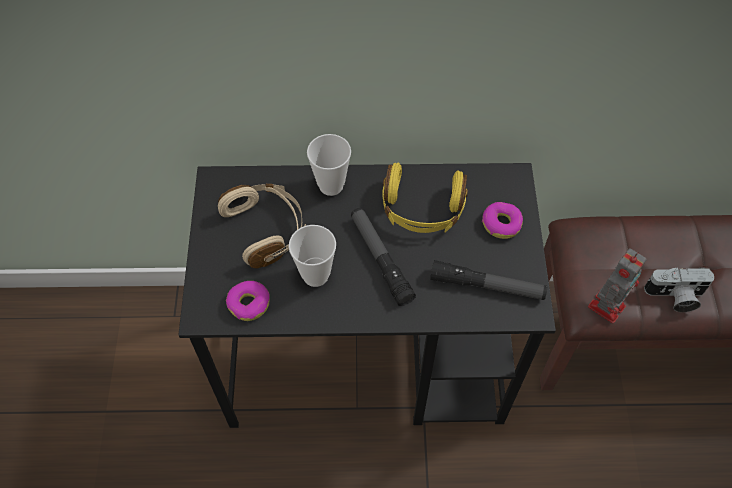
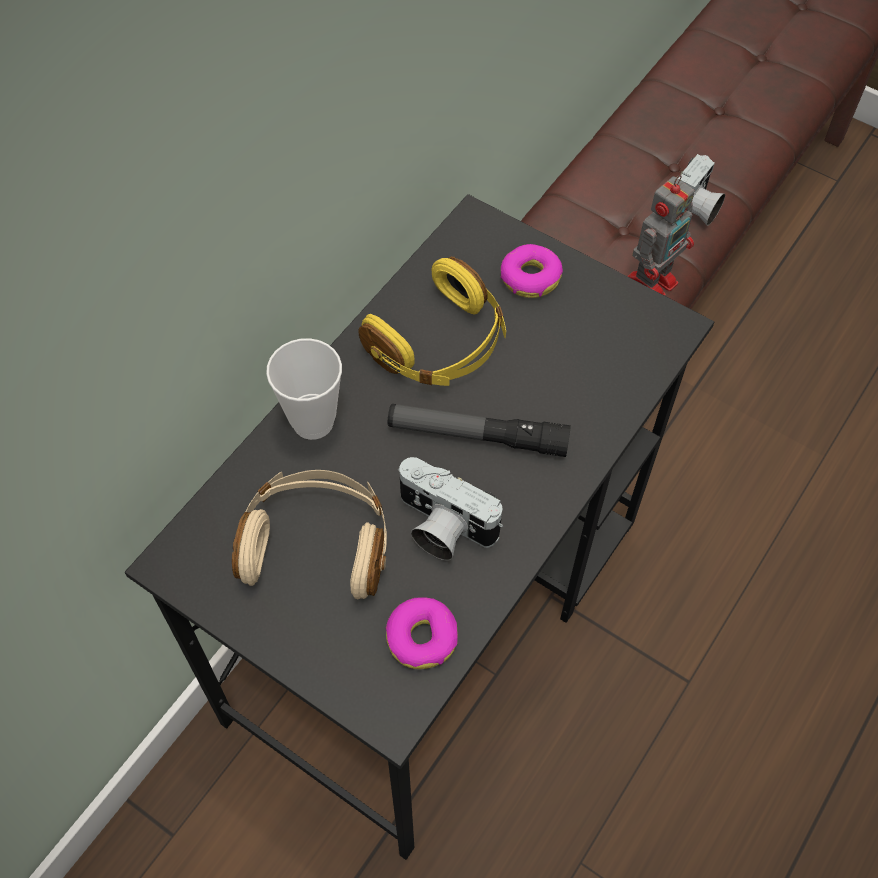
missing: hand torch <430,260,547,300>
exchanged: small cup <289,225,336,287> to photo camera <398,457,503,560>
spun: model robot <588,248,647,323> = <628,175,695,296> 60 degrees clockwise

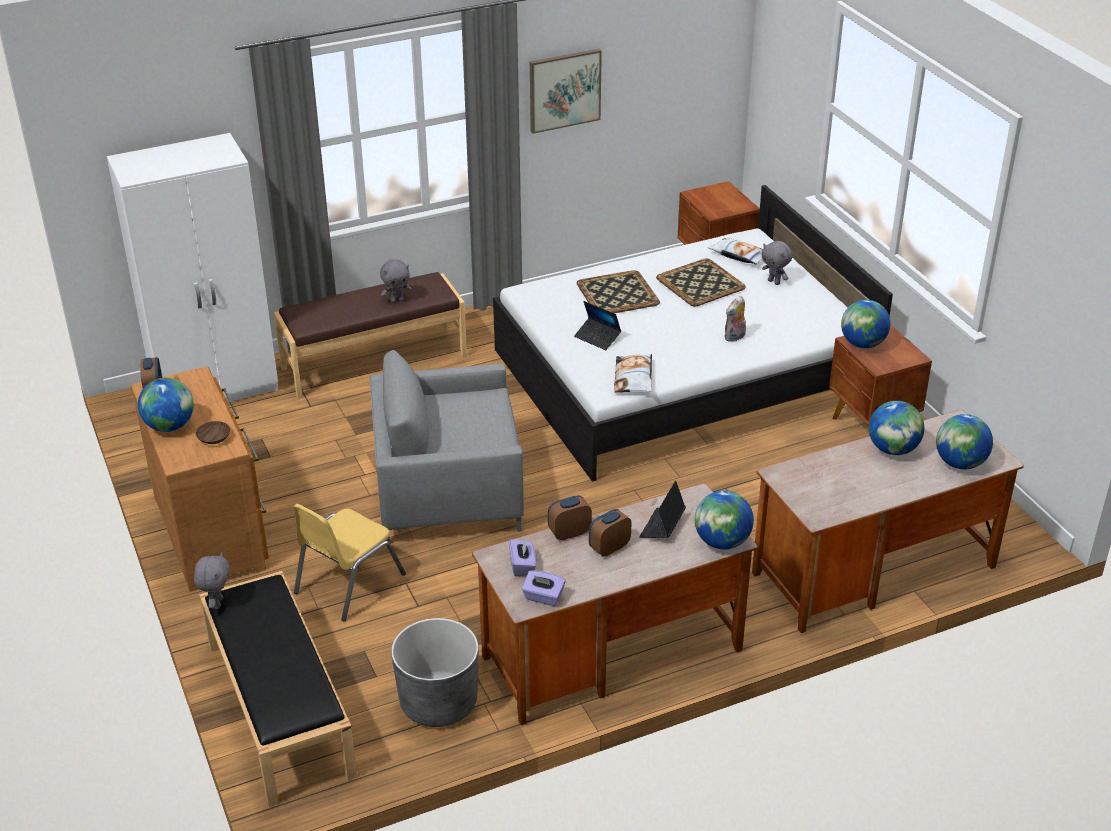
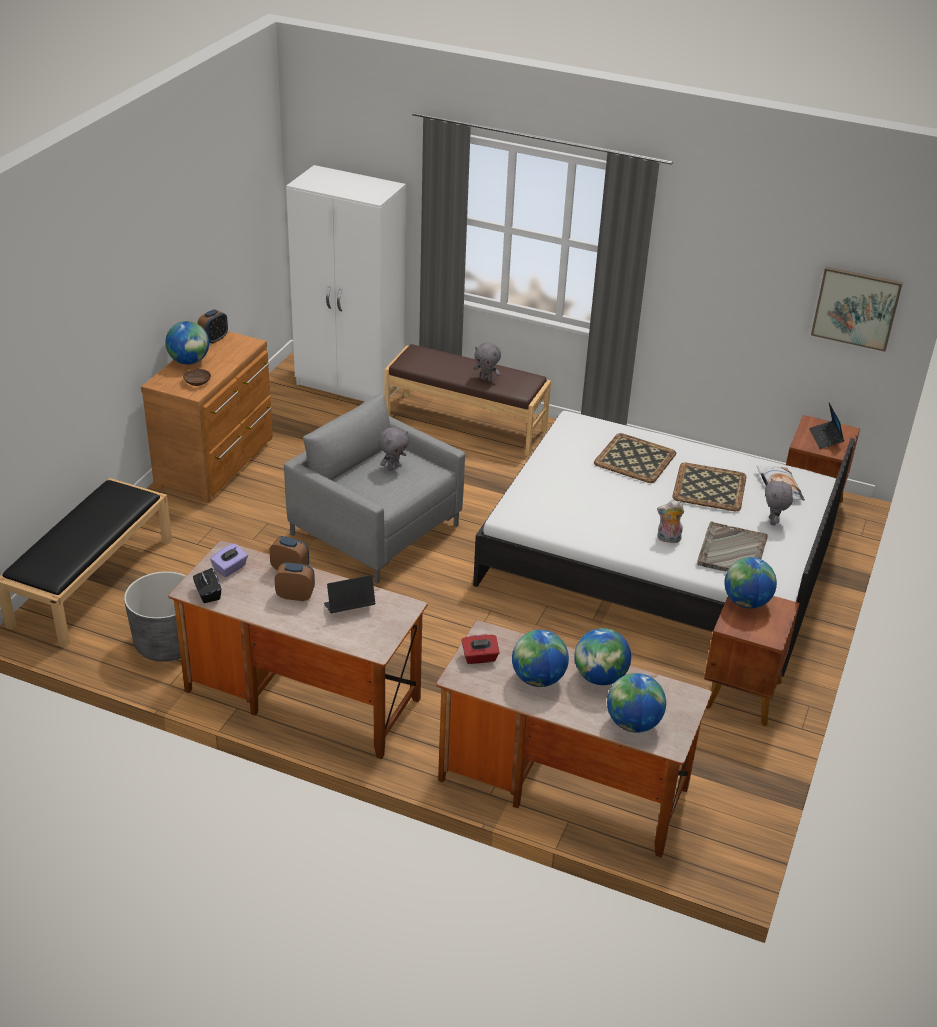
missing: upright chair (yellow-coloured) <294,504,406,621>; throw pillow <614,354,652,392>
appeared: tissue holder (red) <461,634,500,664>; carrying tray (gray) <697,522,768,572>
relocated: soft toy (gray) <194,552,230,609> to <378,427,409,471>; world globe <695,490,754,550> to <512,630,569,687>; laptop <574,301,621,350> to <809,403,844,449>; picture <530,49,602,134> to <811,267,903,352>
colour: tissue holder (purplish) <522,570,566,606> to tissue holder (black) <193,568,221,603>

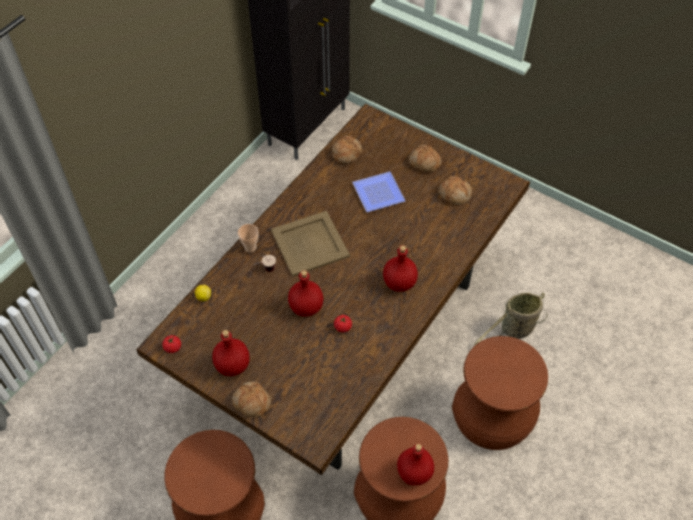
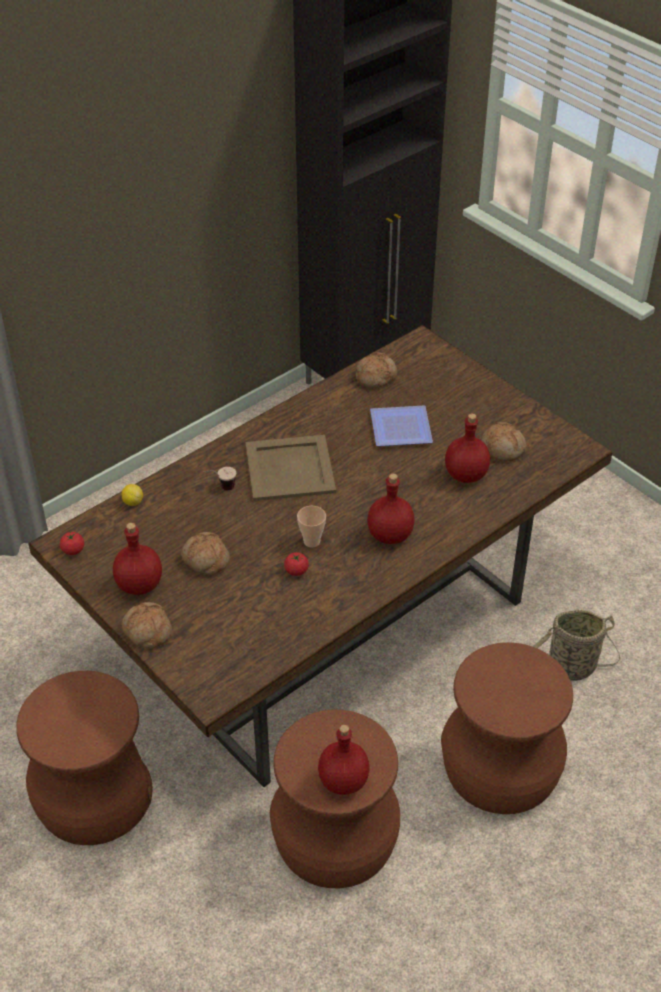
relocated: bread <409,145,442,172> to <181,532,230,575>; small cup <238,224,259,252> to <297,506,326,548>; beverage bottle (red) <288,270,323,317> to <445,413,490,483>

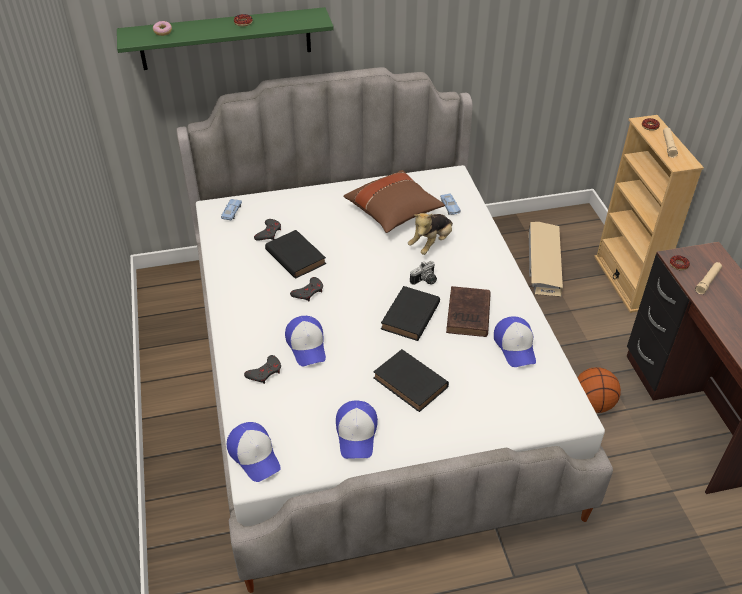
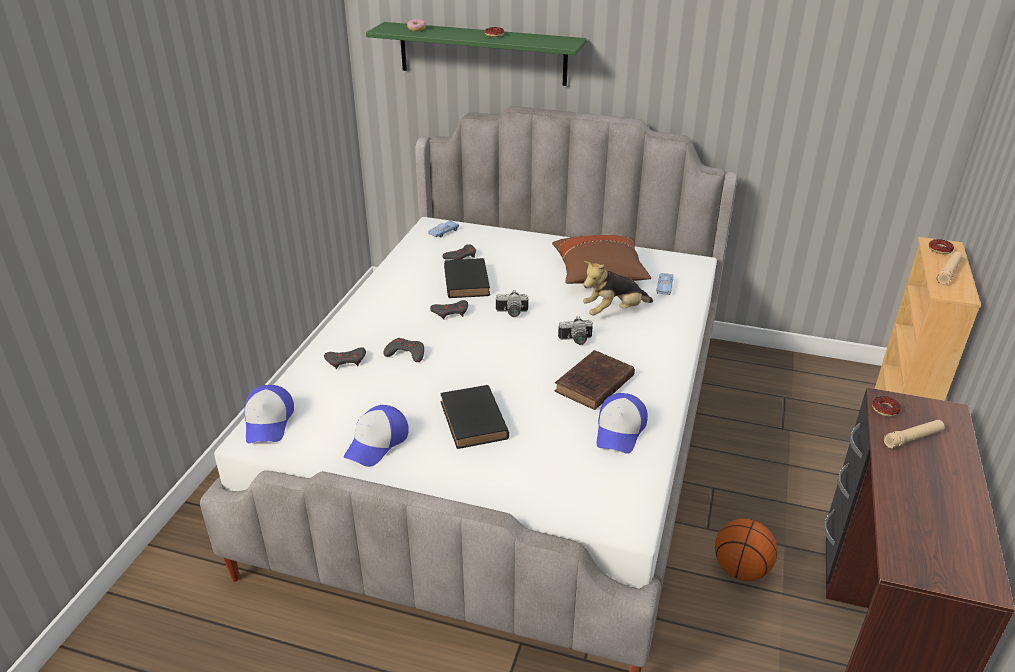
missing: bound book (black) <381,286,440,341>; storage container (beige-coloured) <528,222,563,297>
appeared: photo camera <496,290,528,317>
exchanged: peaked cap <285,316,326,366> to game controller (gray) <383,338,424,362>

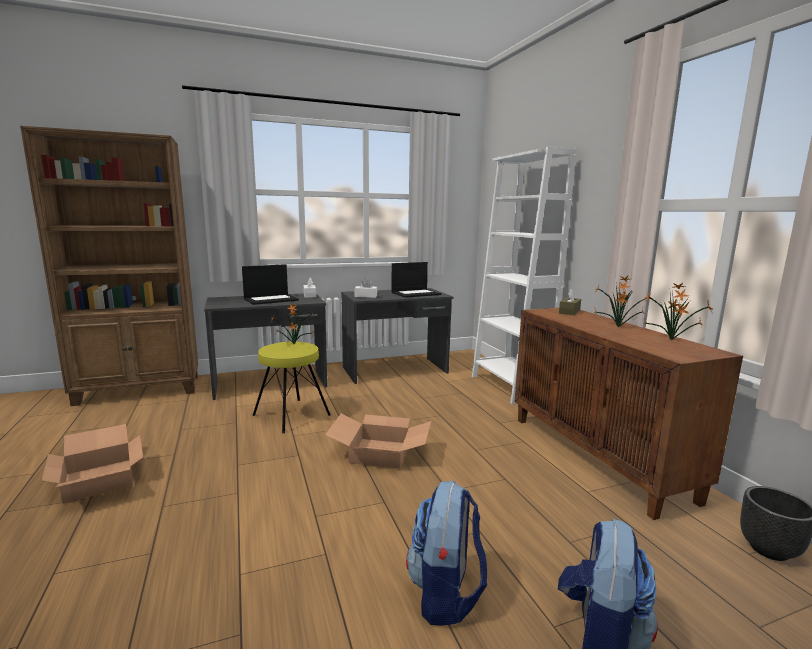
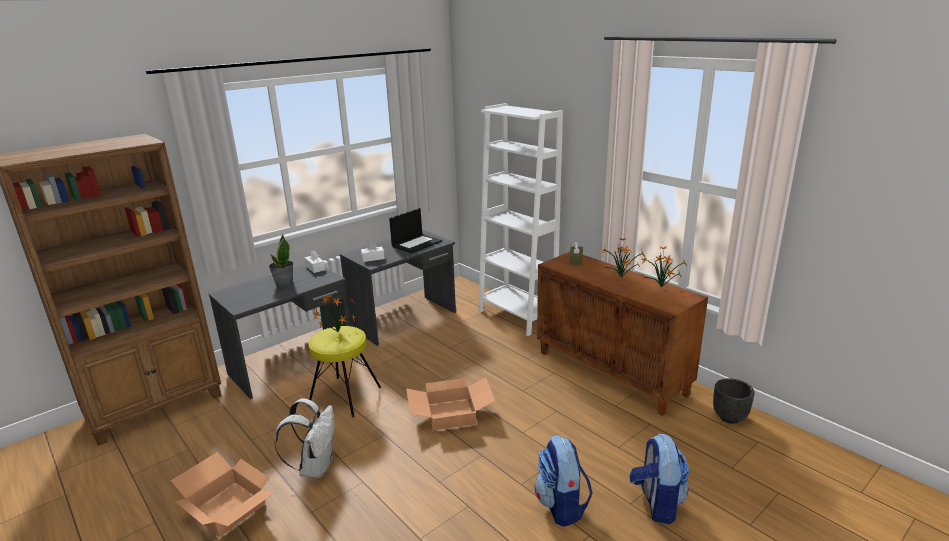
appeared: rucksack (white) <275,398,335,478>
exchanged: laptop <242,264,299,305> to houseplant <269,234,293,288>

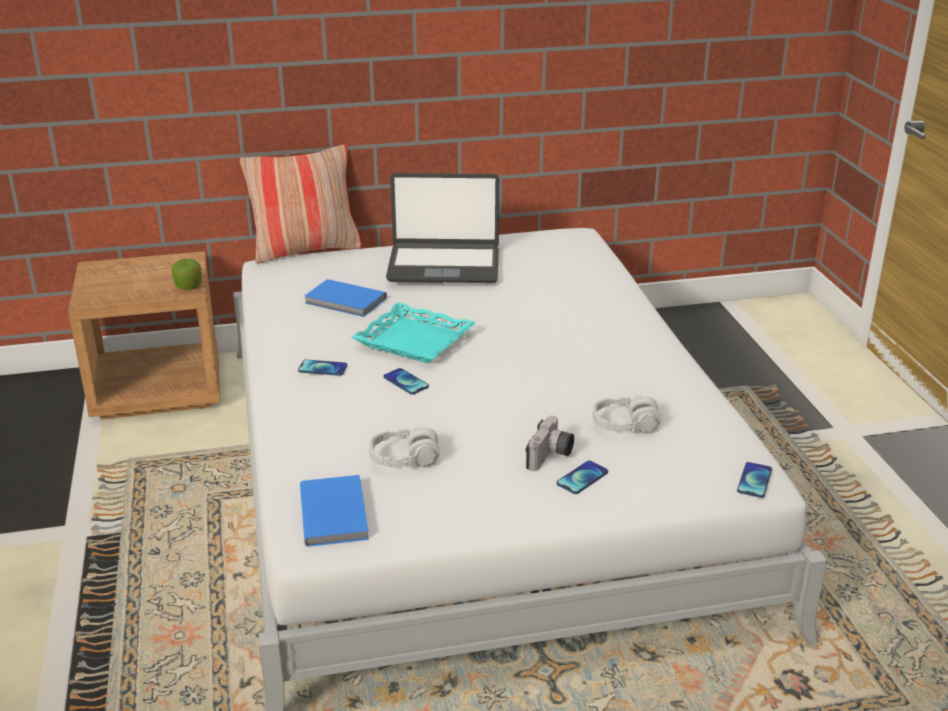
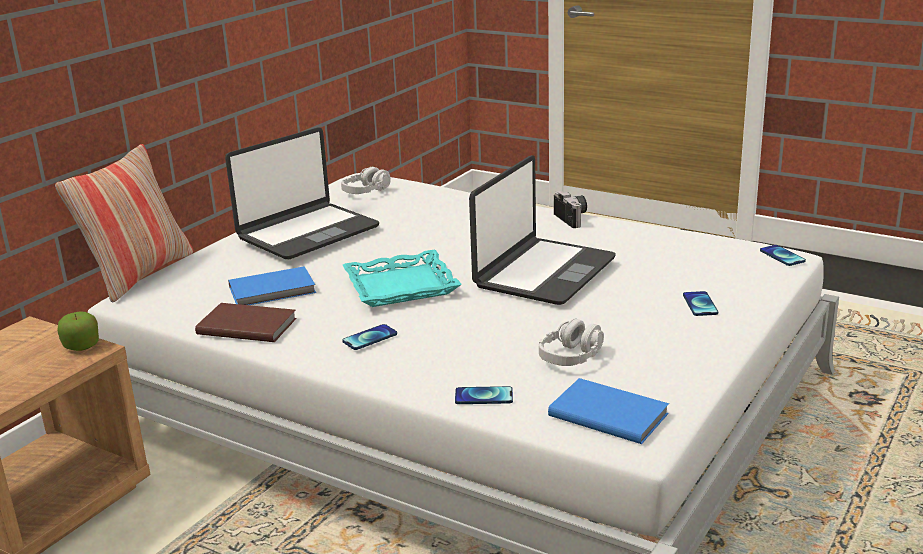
appeared: bound book (brown-coloured) <195,303,297,342>; laptop <469,155,616,305>
relocated: pair of headphones (gray) <593,395,661,433> to <341,167,391,194>; handset <384,368,429,395> to <455,386,513,404>; photo camera <526,416,574,471> to <554,191,587,228>

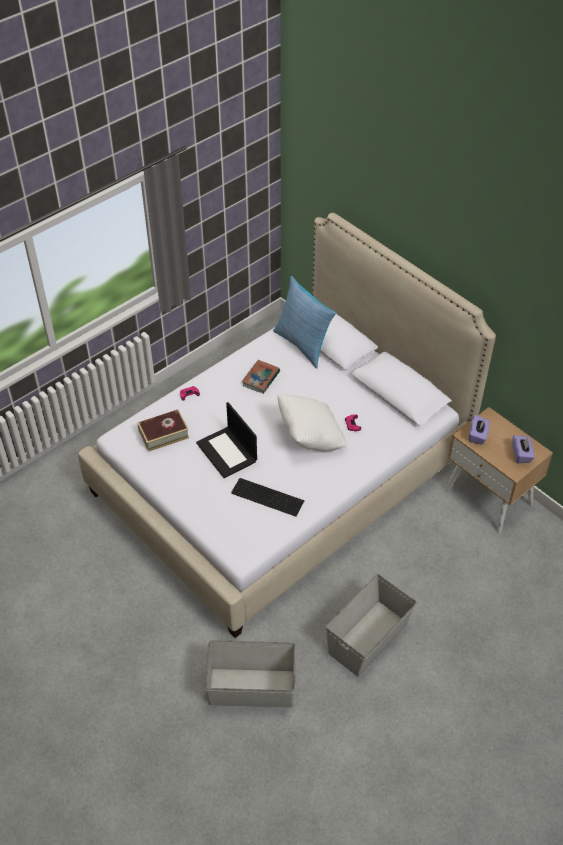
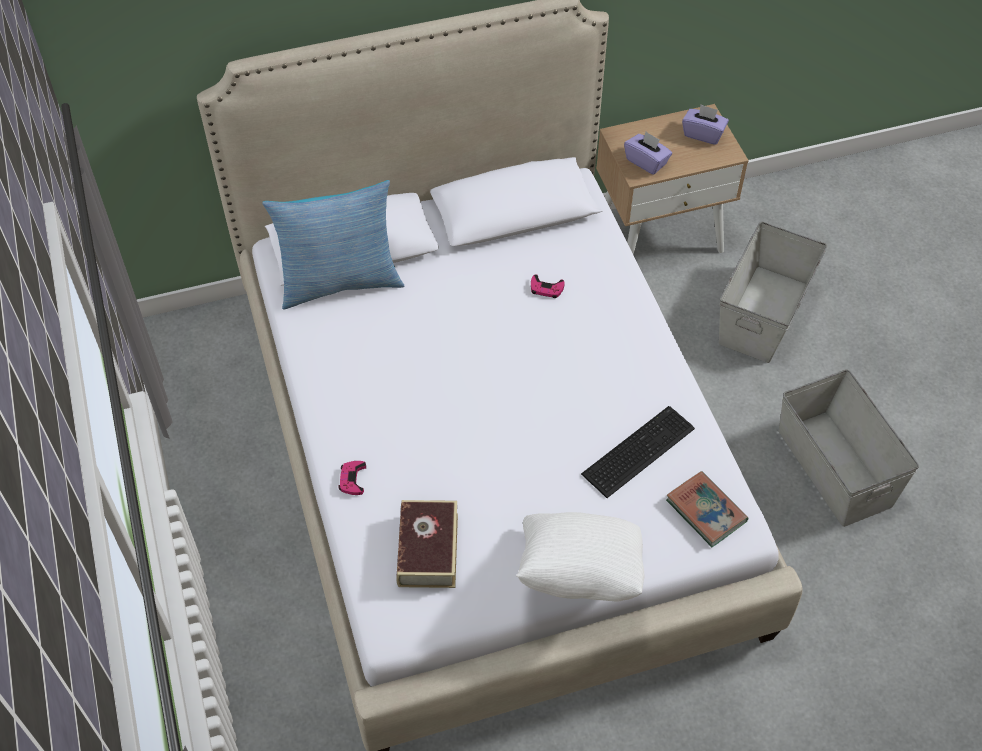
missing: laptop <196,402,257,478>
relocated: throw pillow (white) <277,394,347,451> to <516,512,644,602>; bound book <242,360,280,394> to <666,471,748,547>; storage container (gray) <205,640,296,707> to <719,222,827,363>

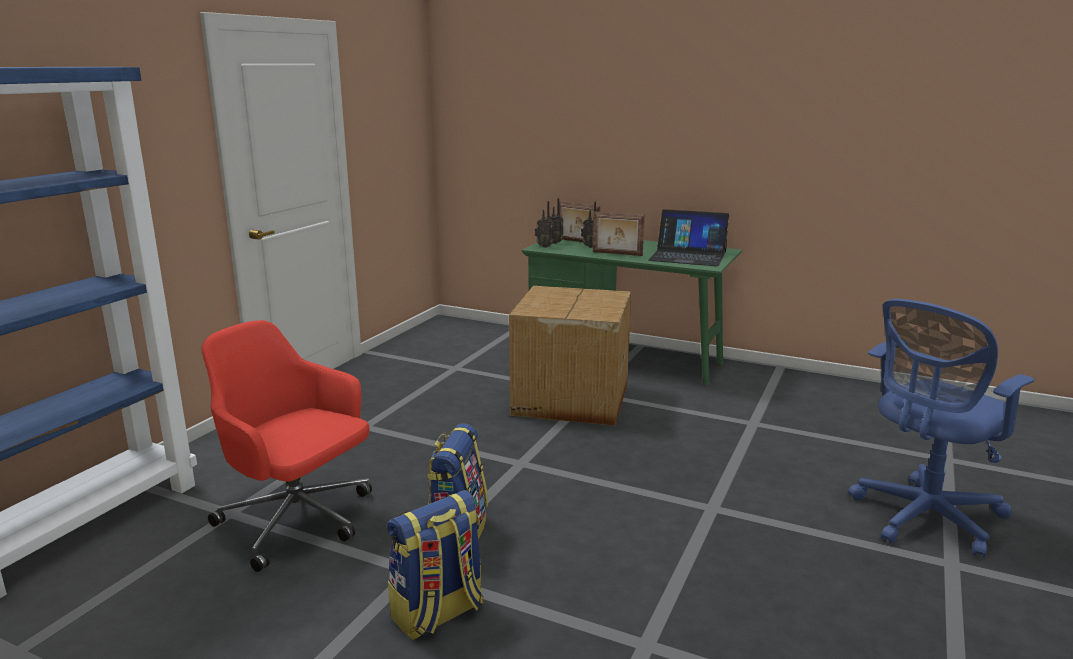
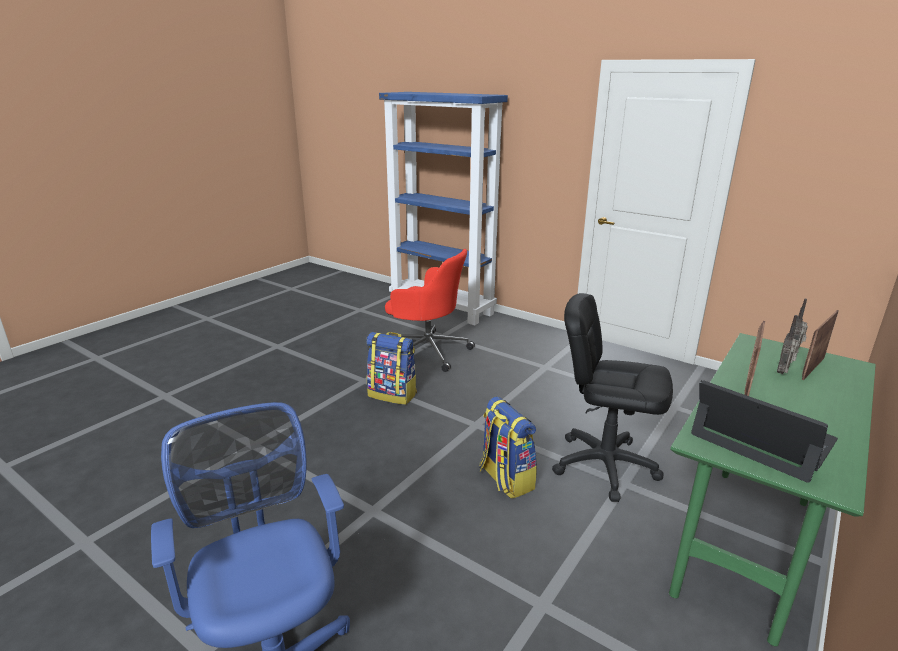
missing: radio <535,201,554,247>
relocated: rucksack <387,490,483,640> to <479,396,537,499>
exchanged: carton <509,286,631,426> to office chair (black) <552,293,673,502>
spun: office chair (red) <202,320,372,572> = <385,249,475,372> 75 degrees clockwise; laptop <649,209,729,266> = <691,380,838,483> 105 degrees clockwise

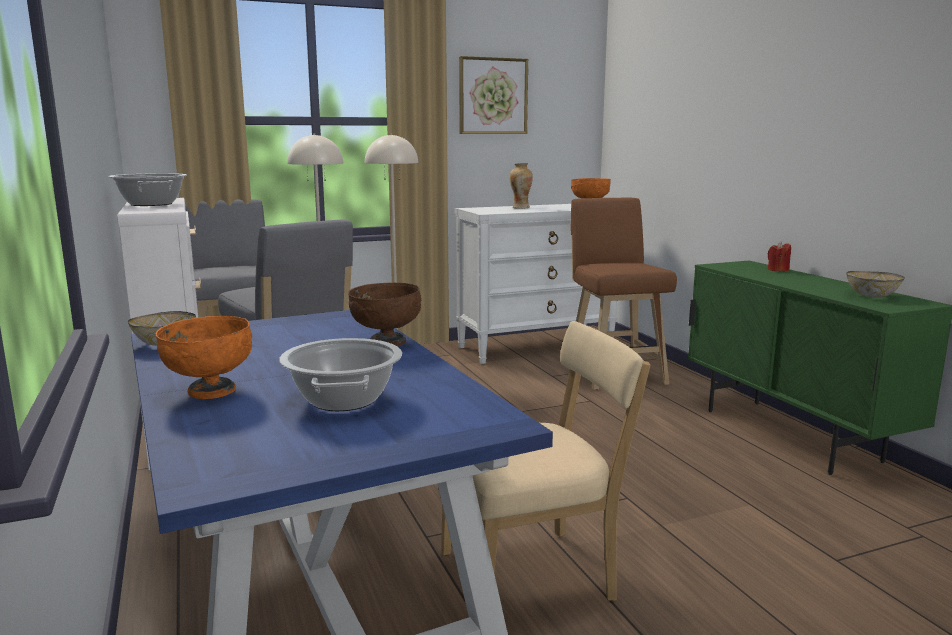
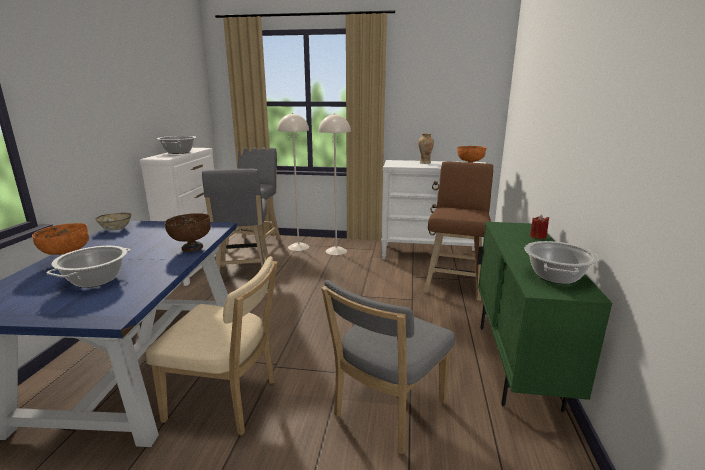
missing: picture <459,56,528,134>
appeared: upright chair (gray) <321,280,455,454>
exchanged: serving bowl <846,271,905,297> to cooking pot <525,241,599,284>

